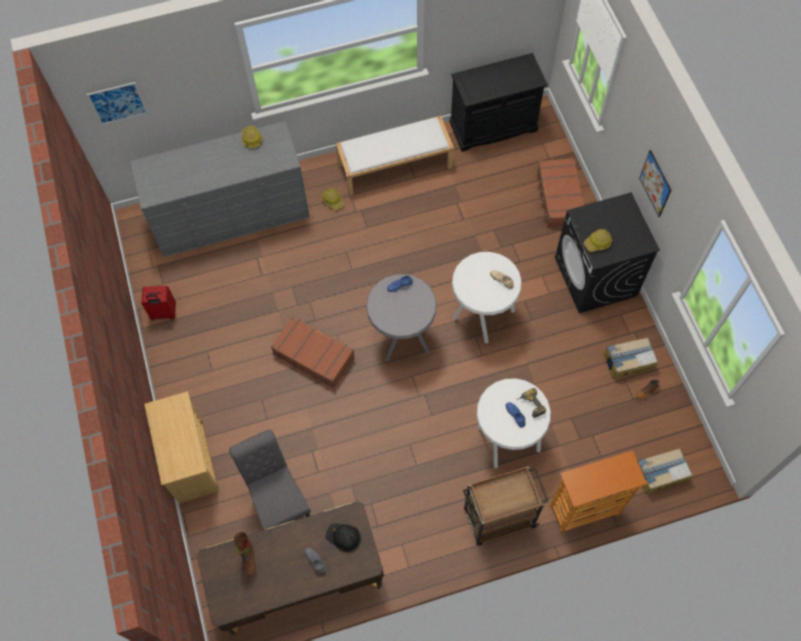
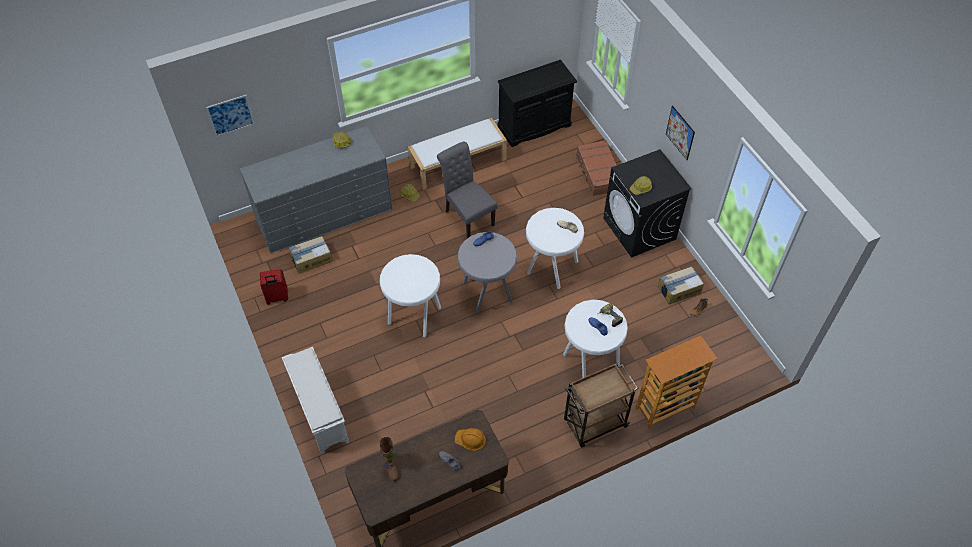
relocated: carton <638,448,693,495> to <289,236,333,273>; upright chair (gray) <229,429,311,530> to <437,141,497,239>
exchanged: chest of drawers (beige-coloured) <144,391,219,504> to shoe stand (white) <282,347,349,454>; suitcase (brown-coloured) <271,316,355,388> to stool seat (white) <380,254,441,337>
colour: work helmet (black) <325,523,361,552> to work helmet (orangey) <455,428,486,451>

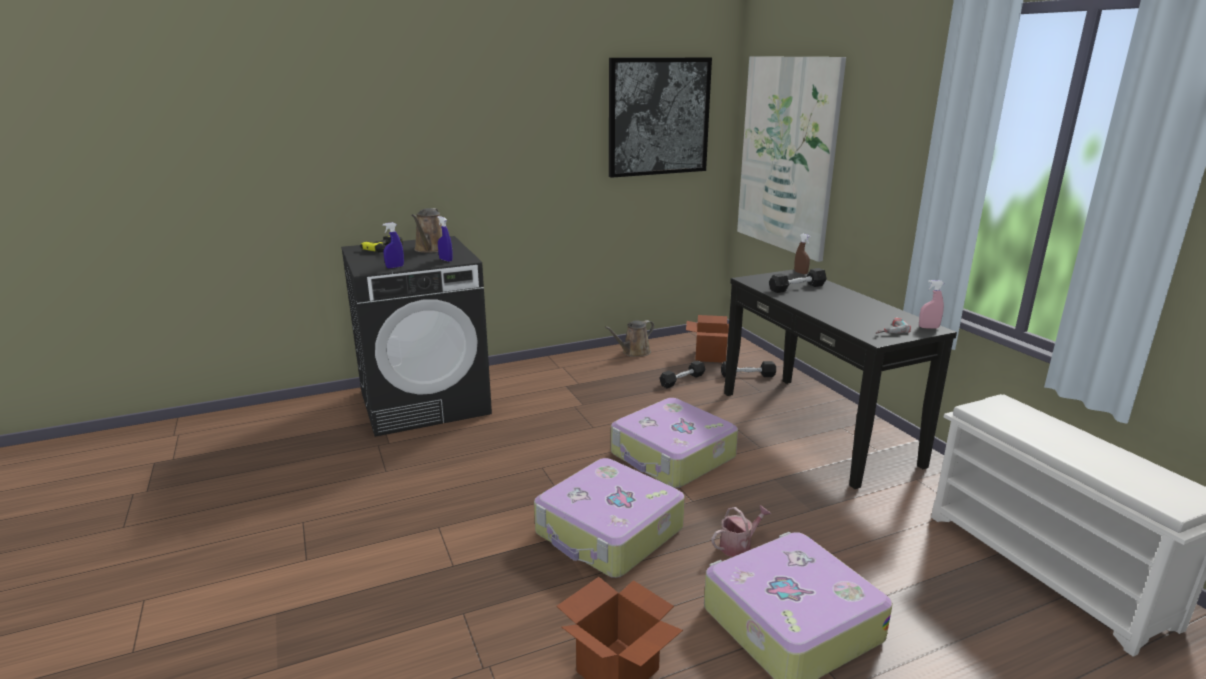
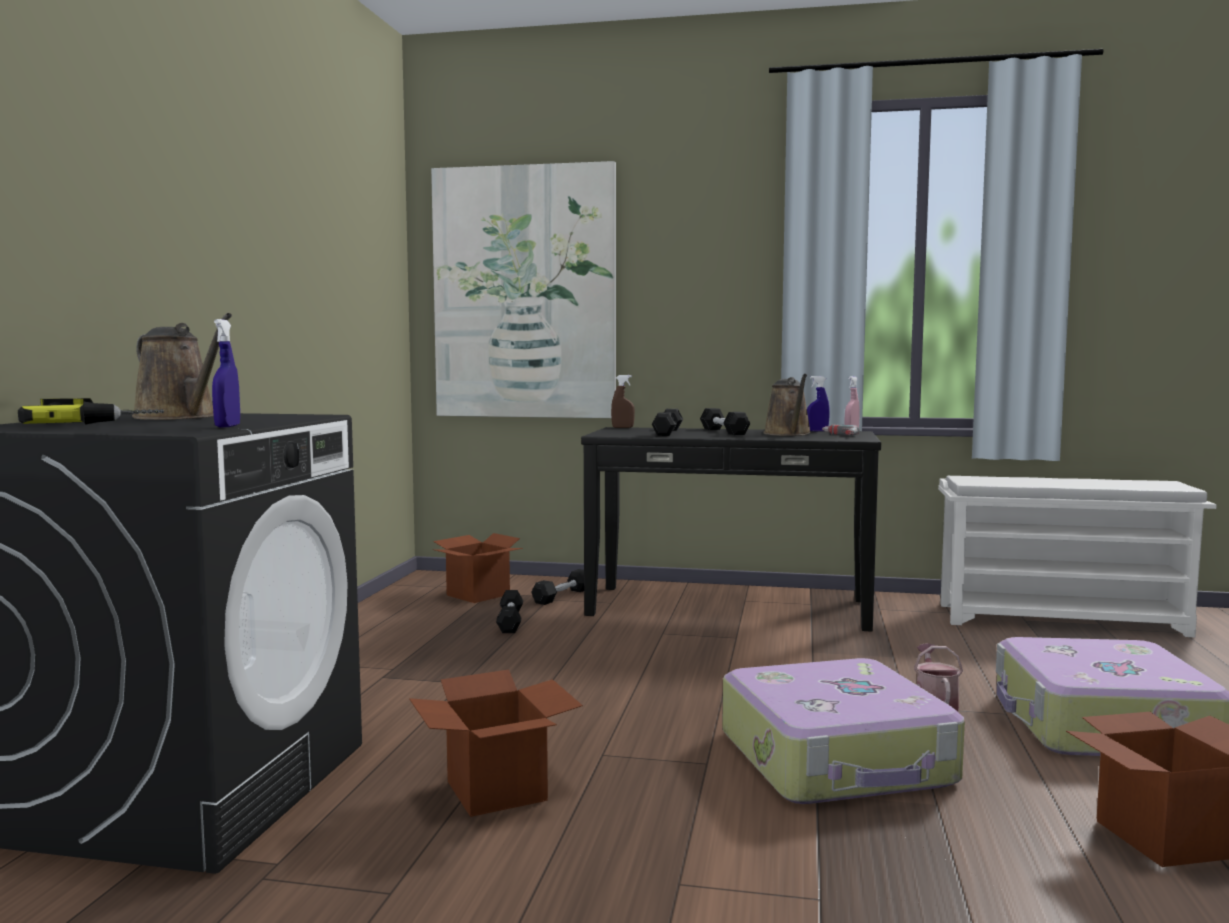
missing: picture <609,57,712,178>; suitcase <611,398,738,488>
appeared: carton <409,670,583,817>; dumbbell (black) <700,408,750,435>
relocated: sprinkling can (brown-coloured) <605,320,654,357> to <763,374,812,436>; hand sprayer (blue) <437,216,453,262> to <807,376,830,431>

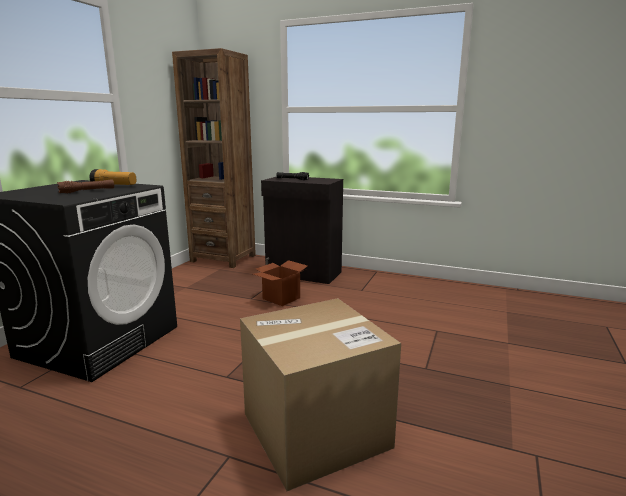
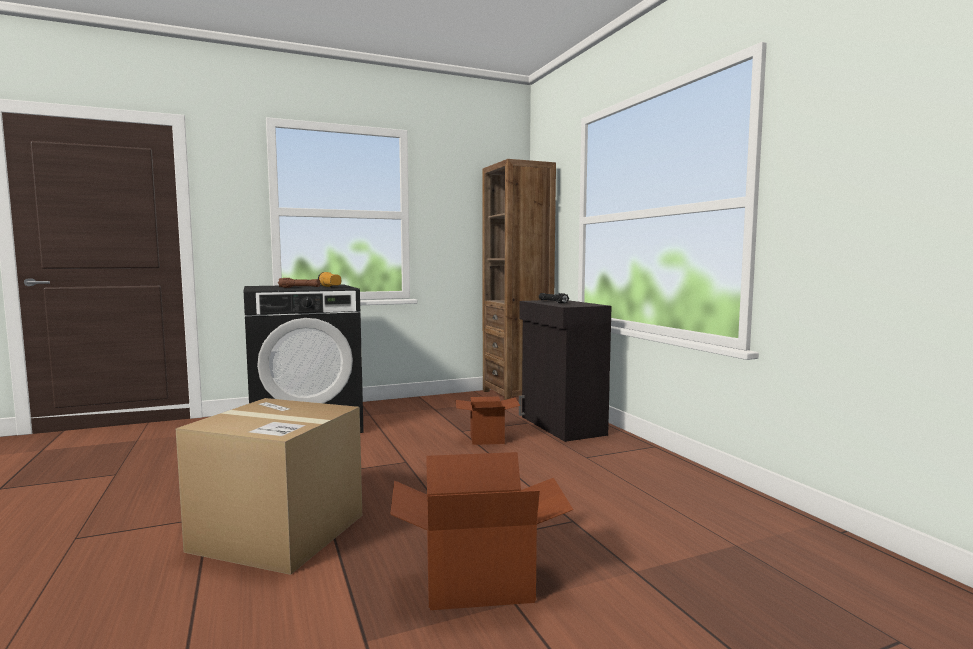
appeared: carton <390,452,573,610>

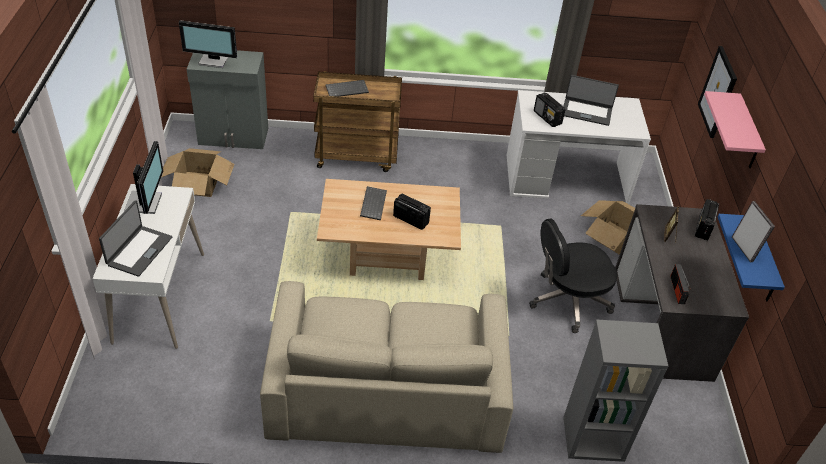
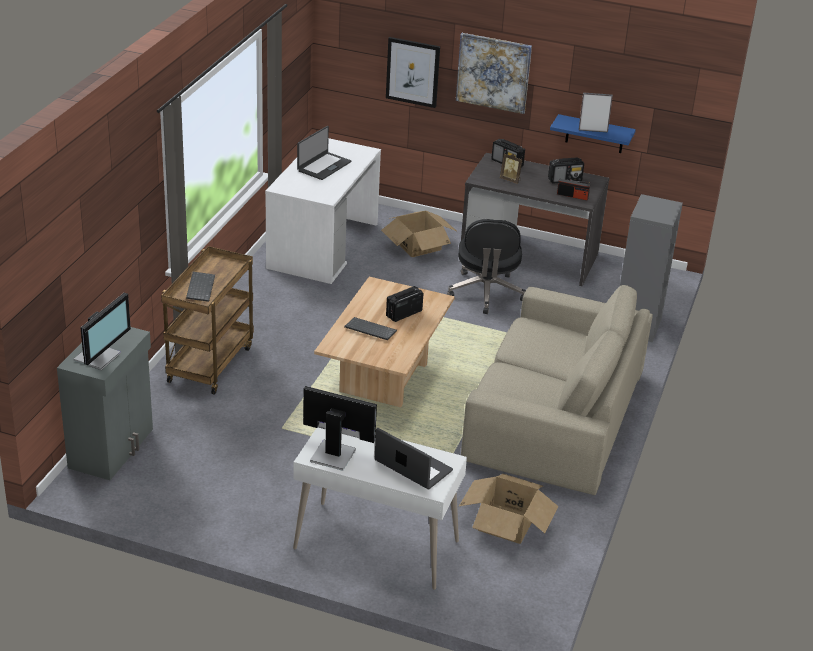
relocated: carton <162,148,234,197> to <459,474,559,544>; radio <534,92,566,127> to <548,158,584,184>
exchanged: wall shelf (pinkish) <704,91,766,168> to picture <456,33,532,114>

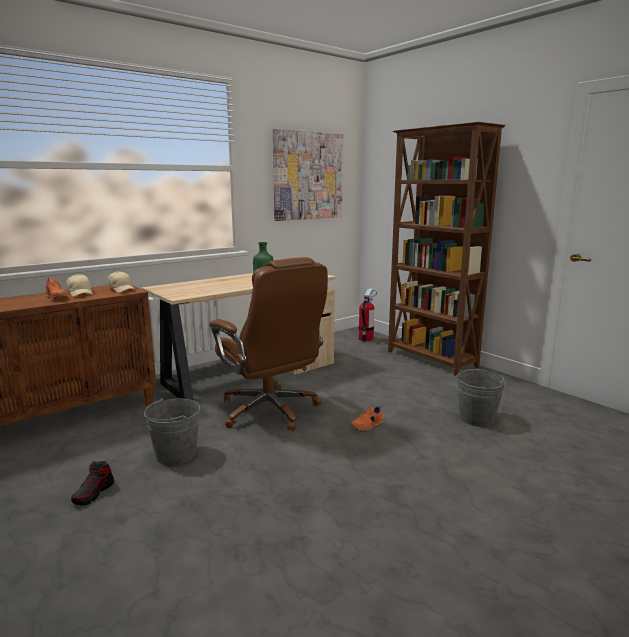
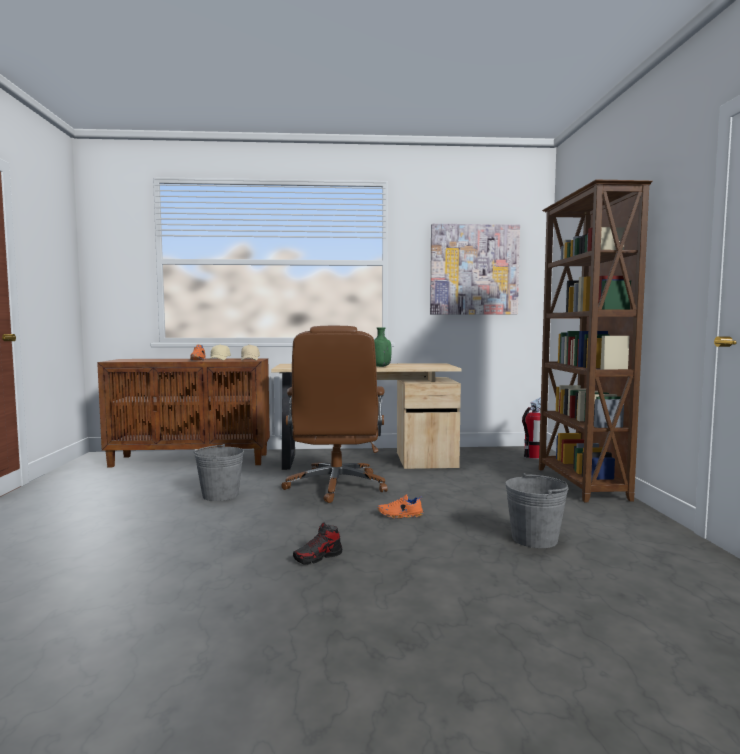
relocated: item of footwear <71,461,114,505> to <293,522,342,565>

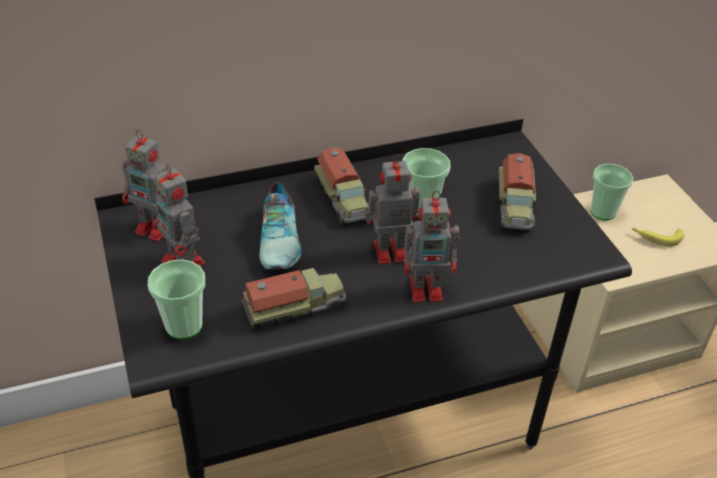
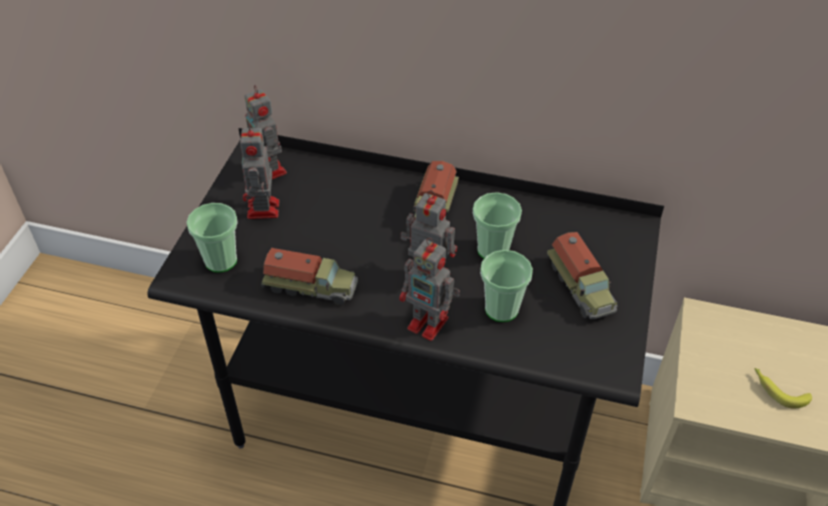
missing: item of footwear <259,182,302,269>
relocated: small cup <590,164,633,220> to <480,250,533,322>
spun: toy lorry <499,153,536,230> = <547,232,618,319> 60 degrees counterclockwise

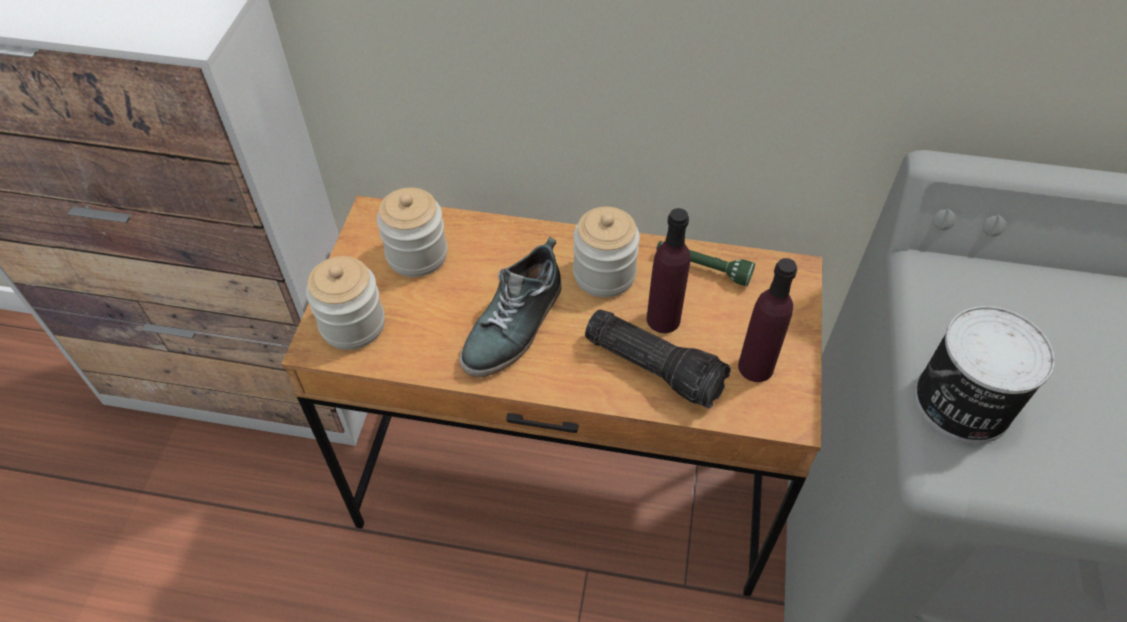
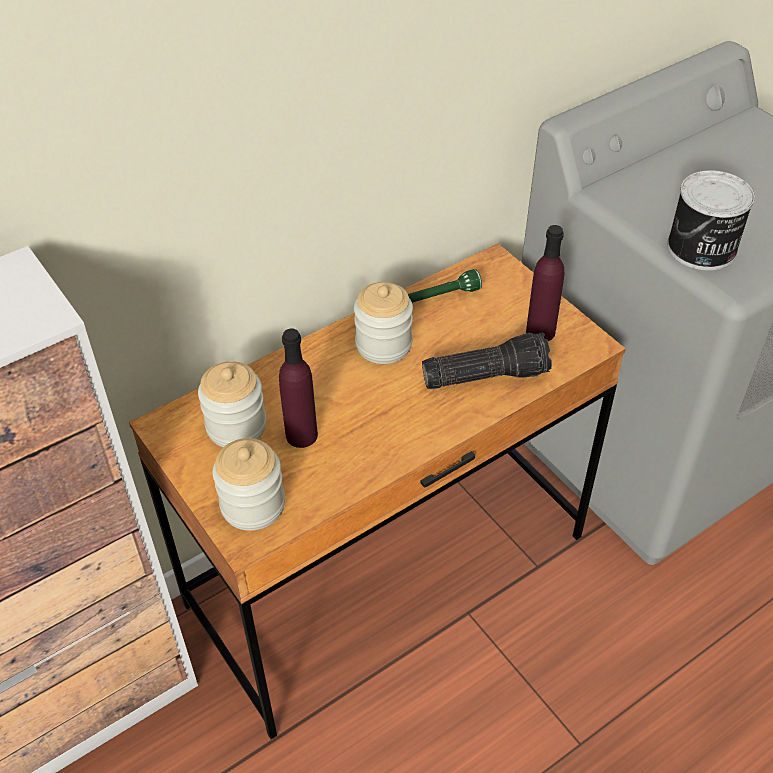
missing: item of footwear <460,237,561,377>
relocated: beverage bottle (purplish) <647,208,690,333> to <279,329,318,448>

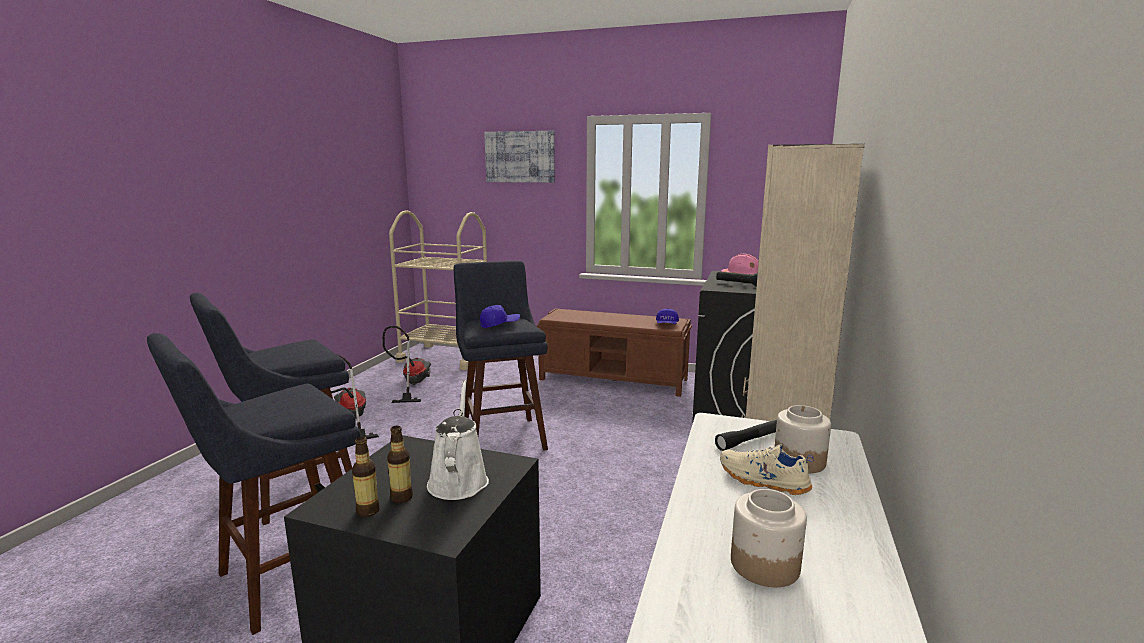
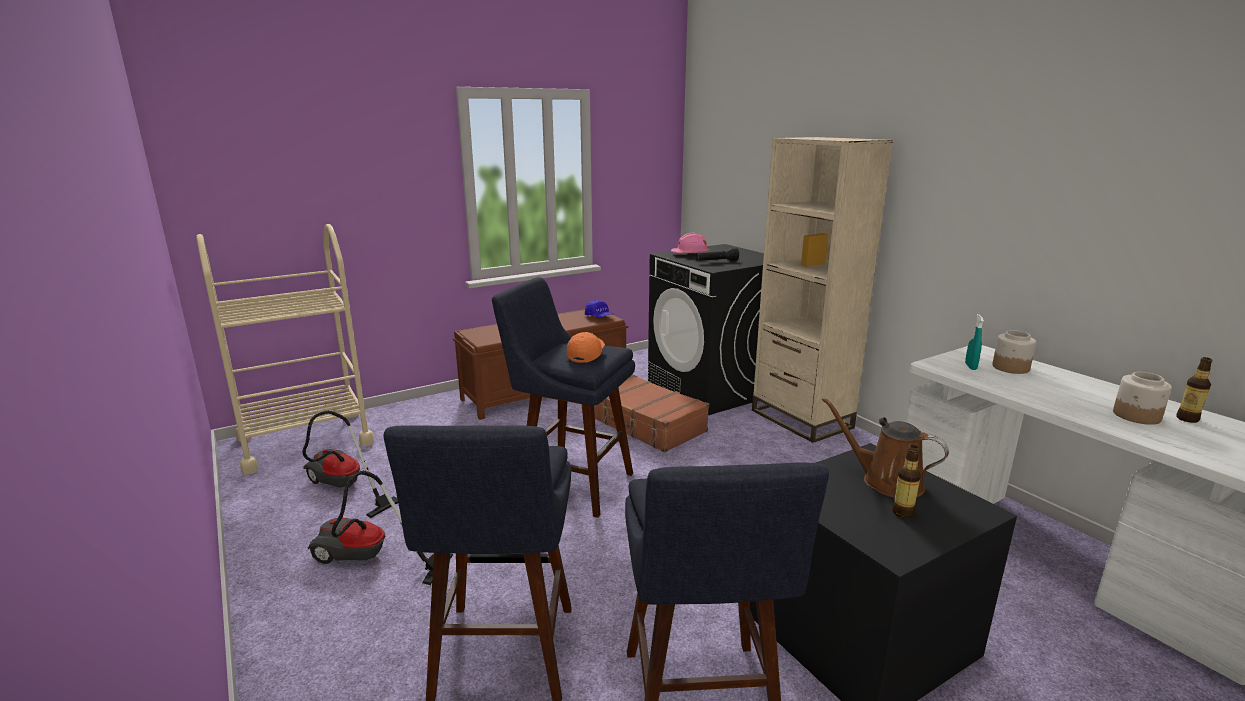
missing: picture <484,131,555,183>; item of footwear (beige-coloured) <720,444,814,495>
appeared: suitcase (brown-coloured) <594,375,709,453>
relocated: beverage bottle <352,437,380,517> to <1176,357,1213,423>
exchanged: hand torch (black) <715,420,777,451> to hand sprayer (blue-green) <965,314,984,370>
colour: peaked cap (blue) <480,305,520,328> to peaked cap (orangey) <567,332,605,363>; sprinkling can (white) <427,380,489,500> to sprinkling can (brown-coloured) <822,397,949,498>

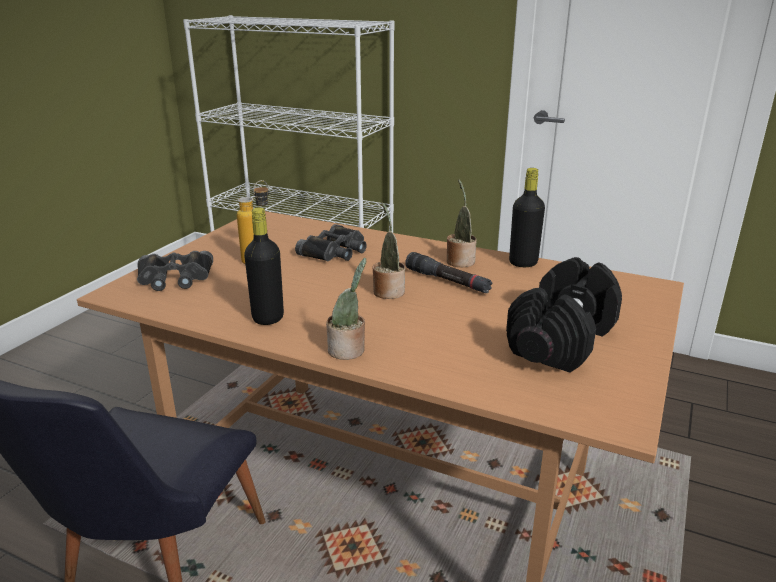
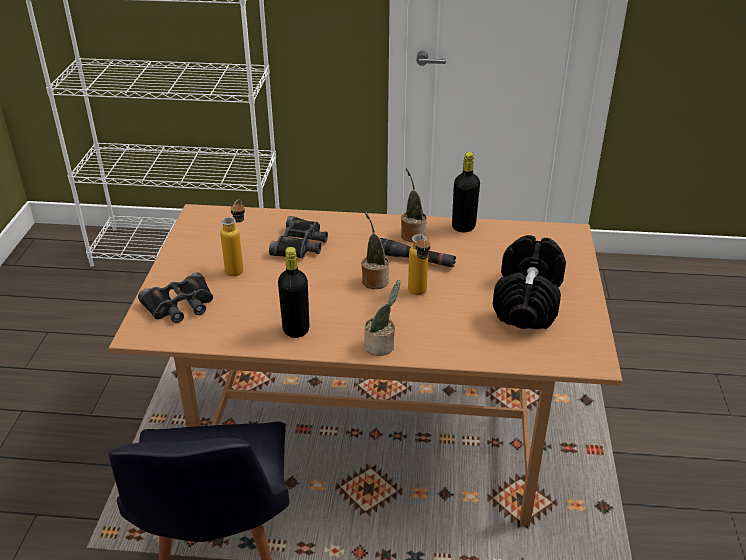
appeared: beverage bottle <408,235,430,295>

